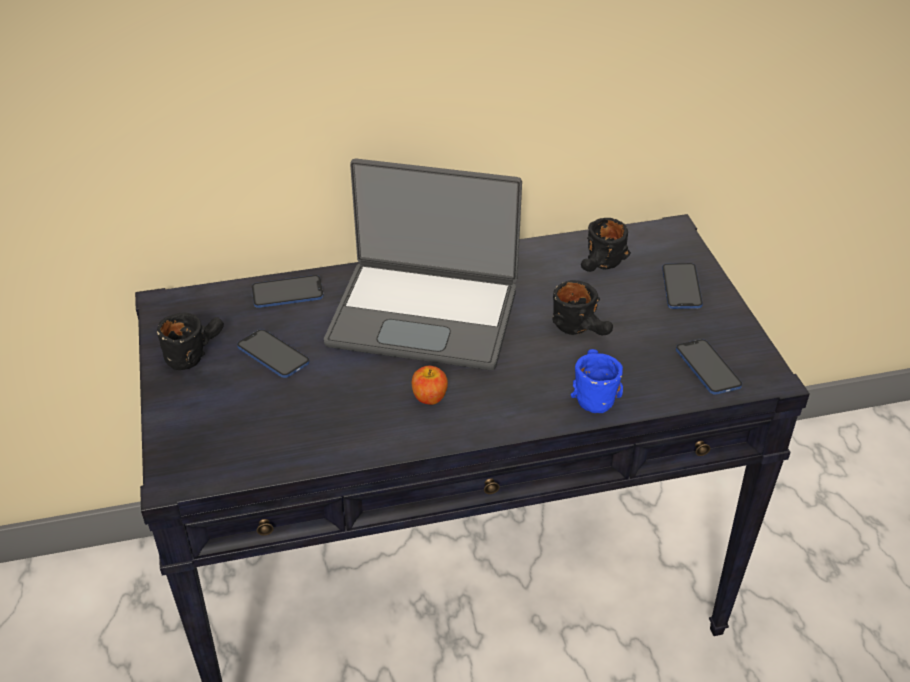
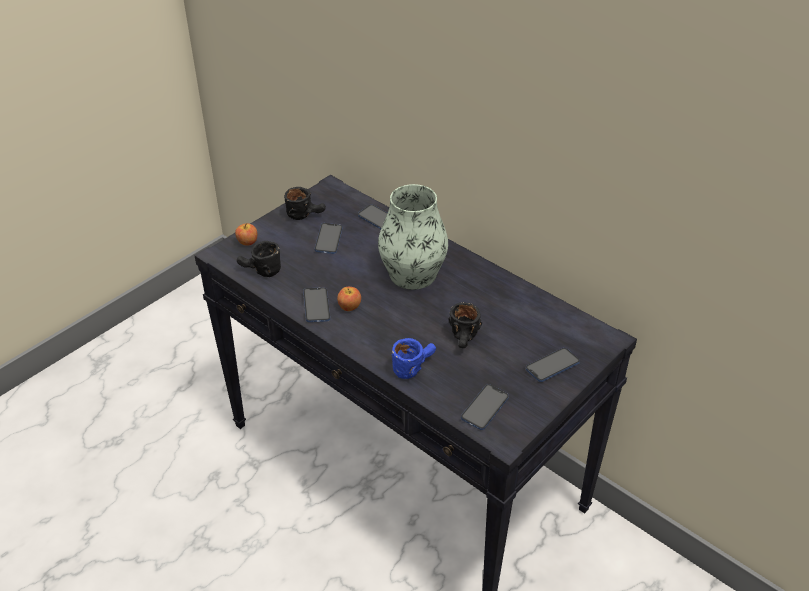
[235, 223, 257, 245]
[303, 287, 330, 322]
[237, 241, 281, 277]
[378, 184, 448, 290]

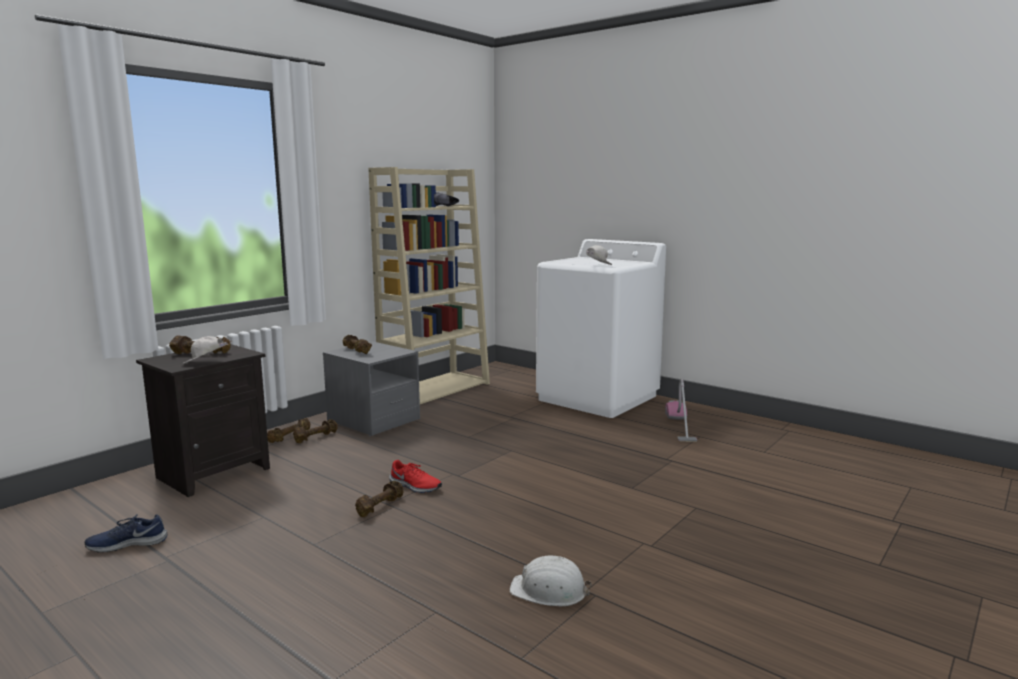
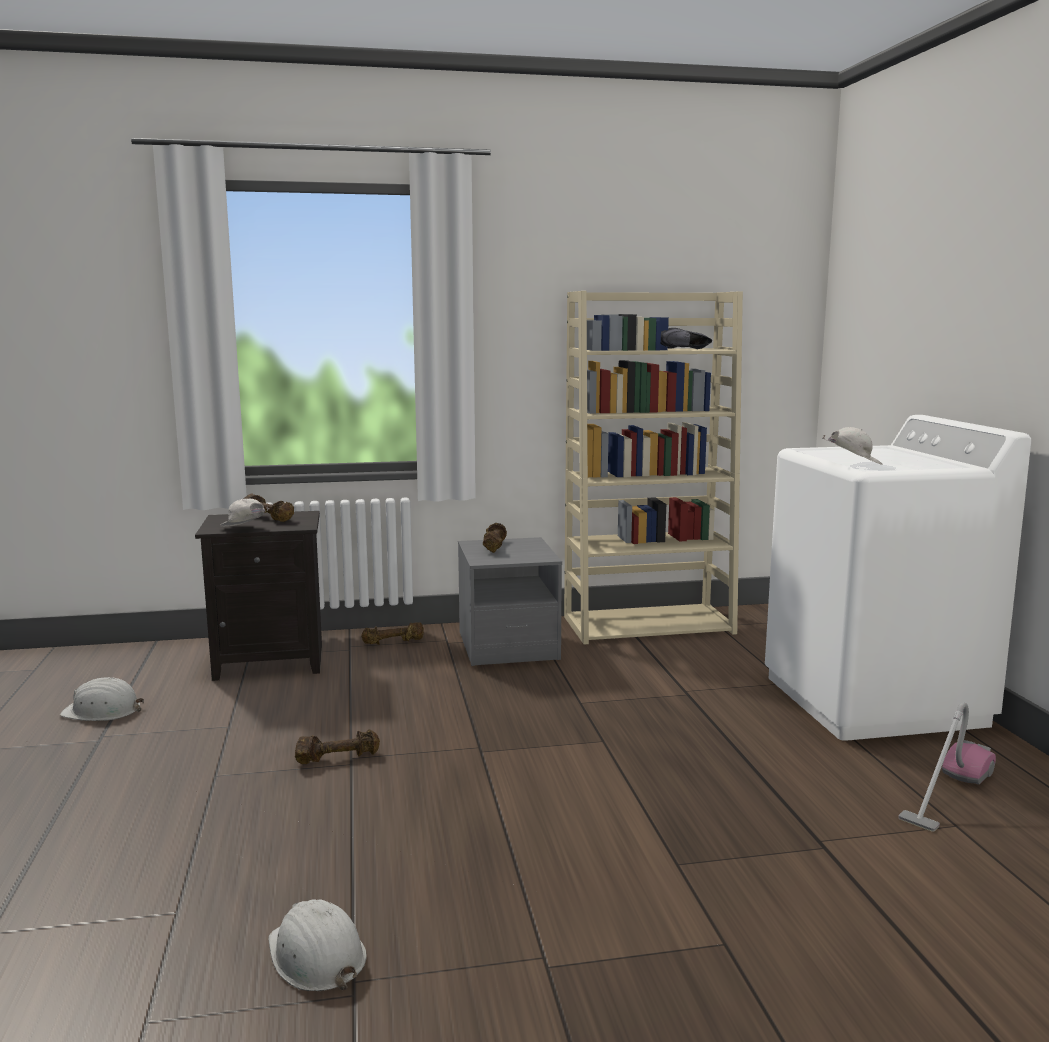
[293, 419, 337, 443] (first image)
[389, 460, 442, 493] (first image)
[60, 677, 144, 721]

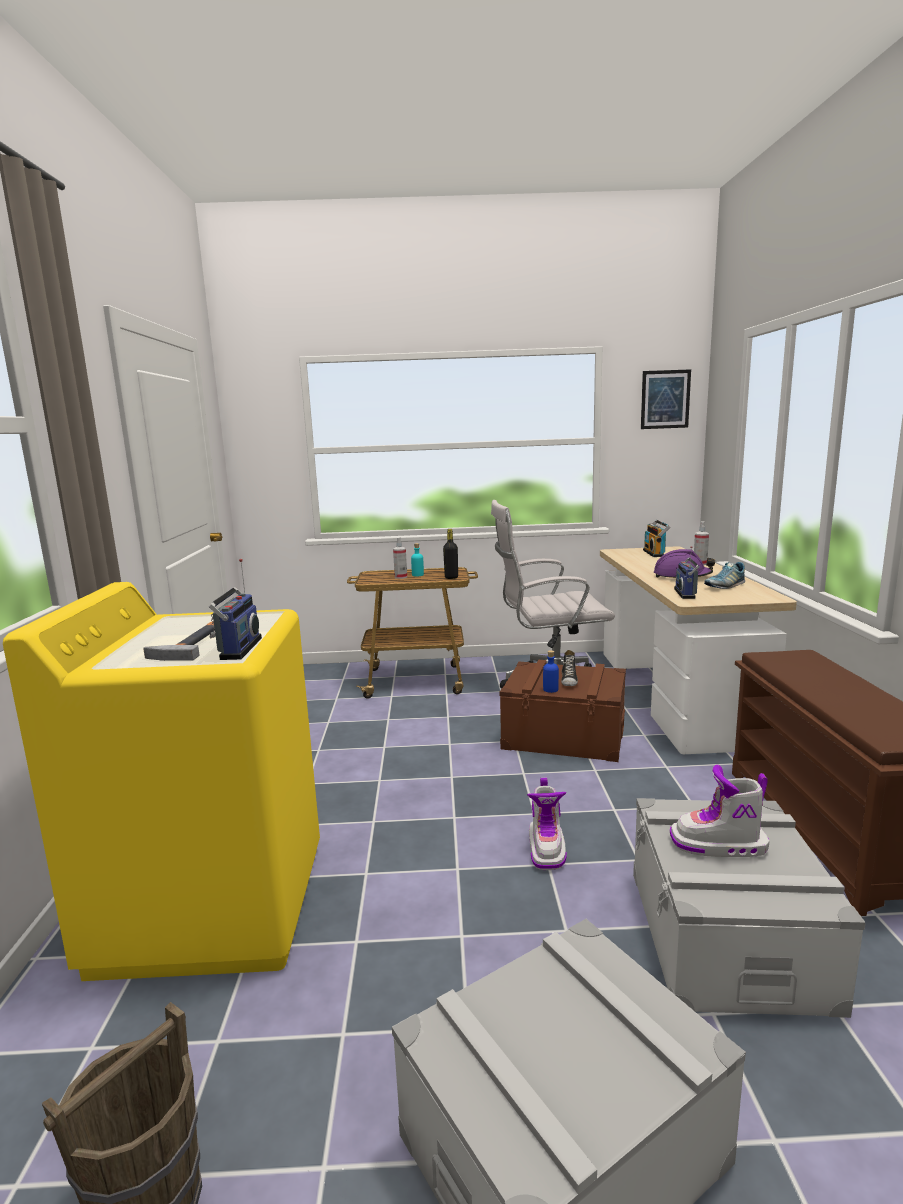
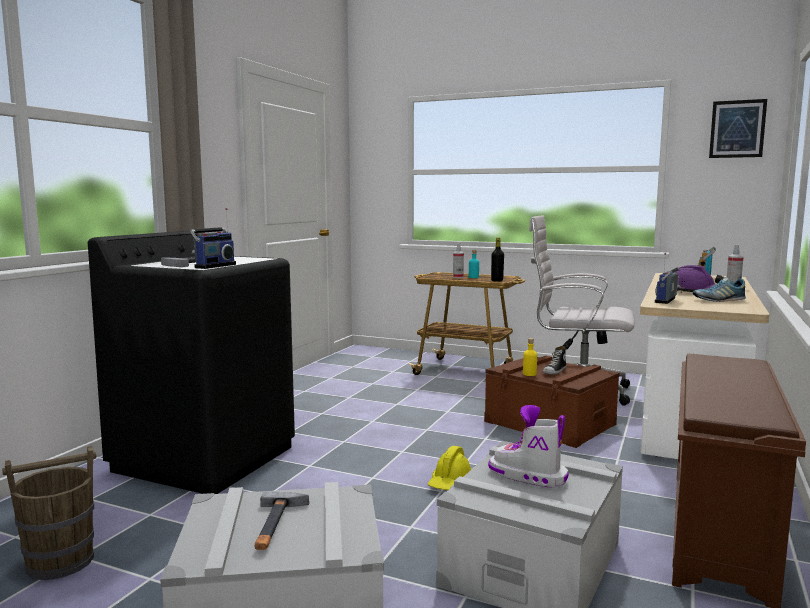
[255, 492, 309, 550]
[428, 446, 472, 490]
[88, 231, 295, 494]
[523, 338, 537, 376]

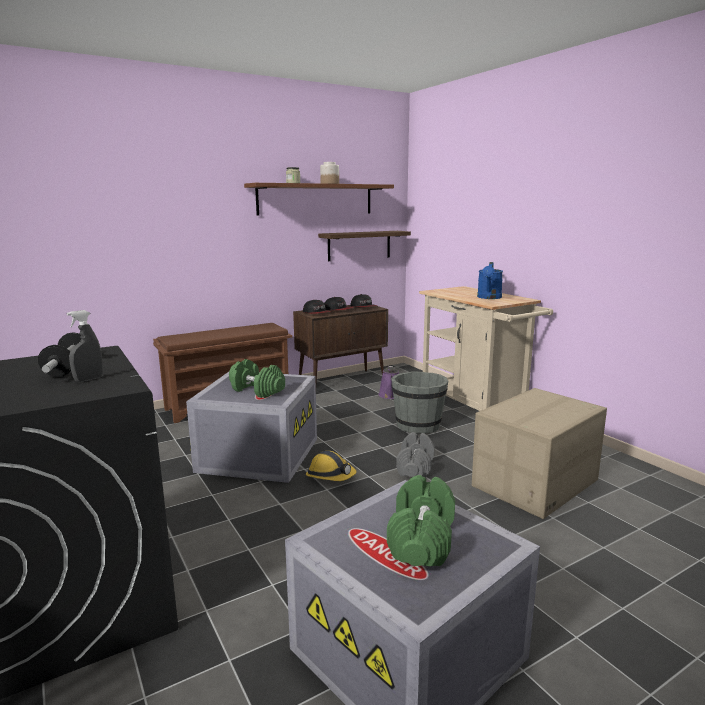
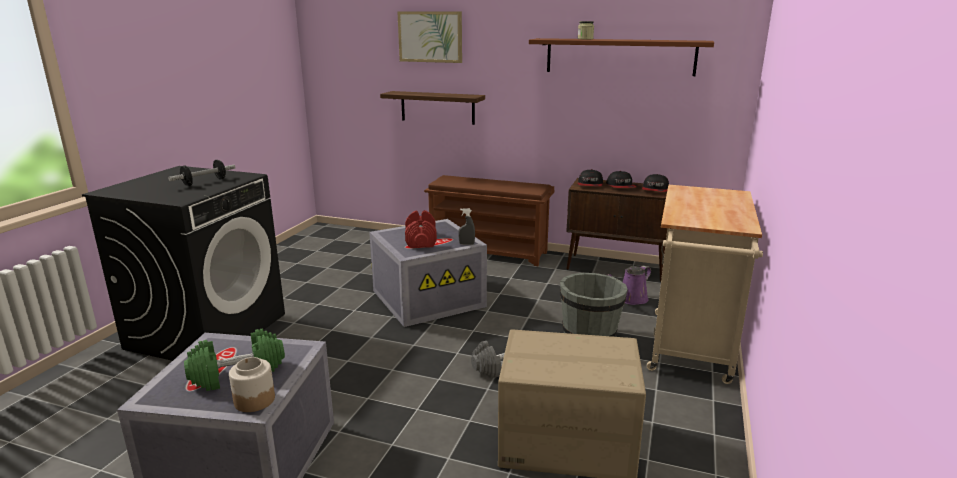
[306, 451, 357, 481] (first image)
[477, 262, 503, 299] (first image)
[397, 11, 462, 63]
[458, 208, 475, 245]
[380, 91, 485, 125]
[229, 357, 275, 412]
[405, 210, 437, 248]

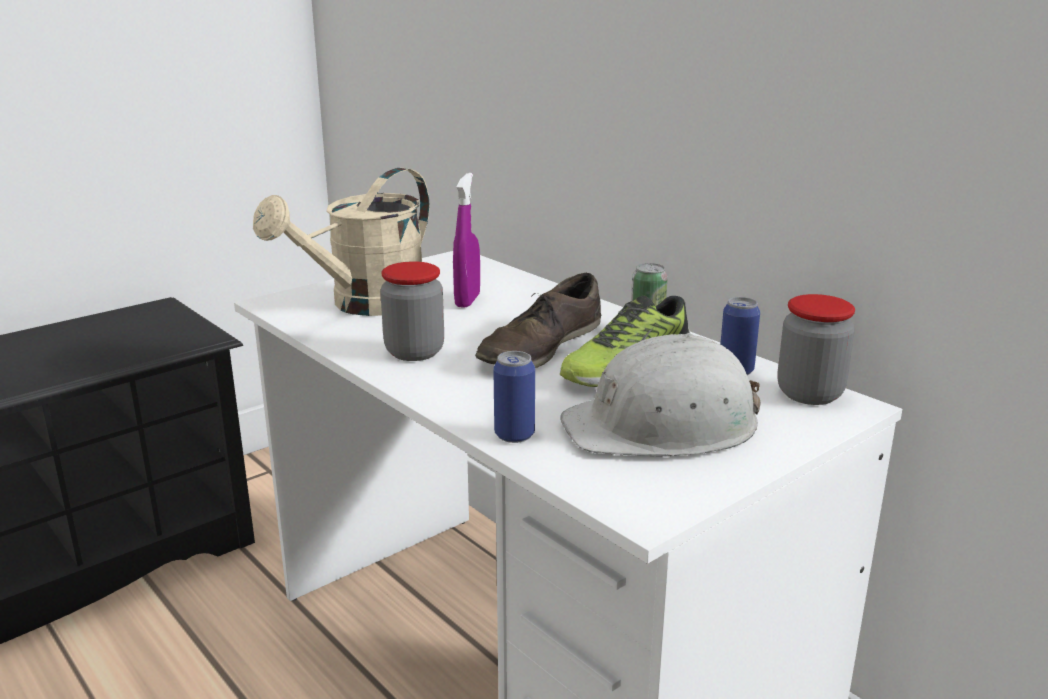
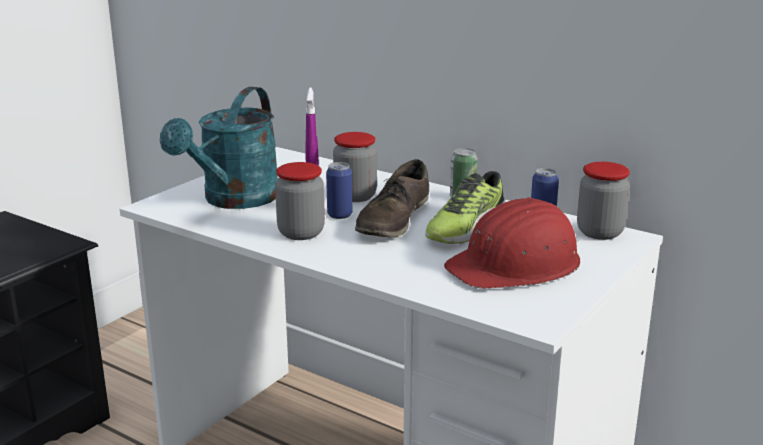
[333, 132, 377, 202]
[326, 162, 352, 219]
[160, 87, 278, 209]
[444, 197, 580, 289]

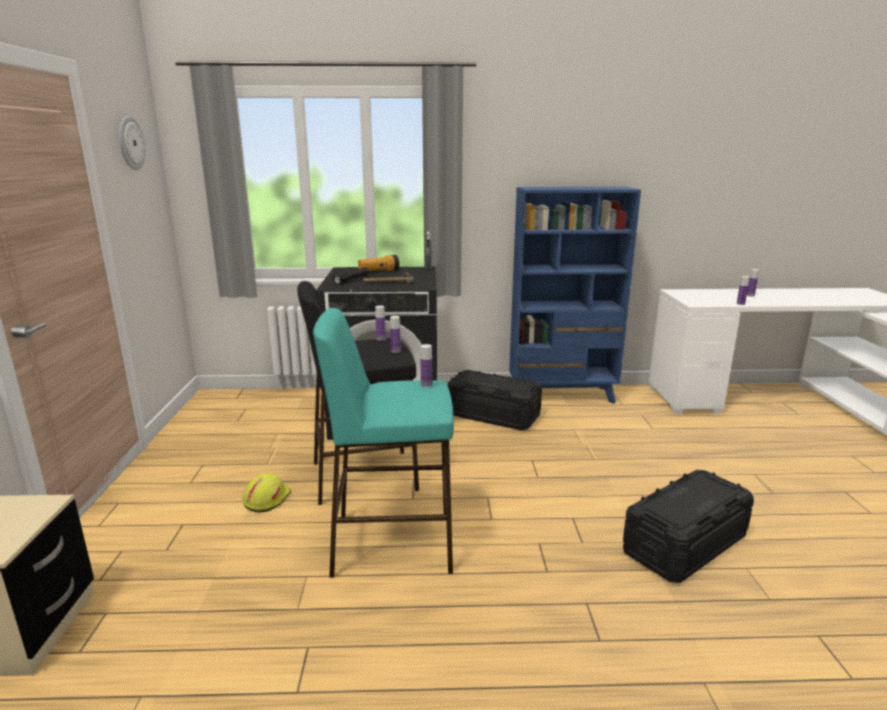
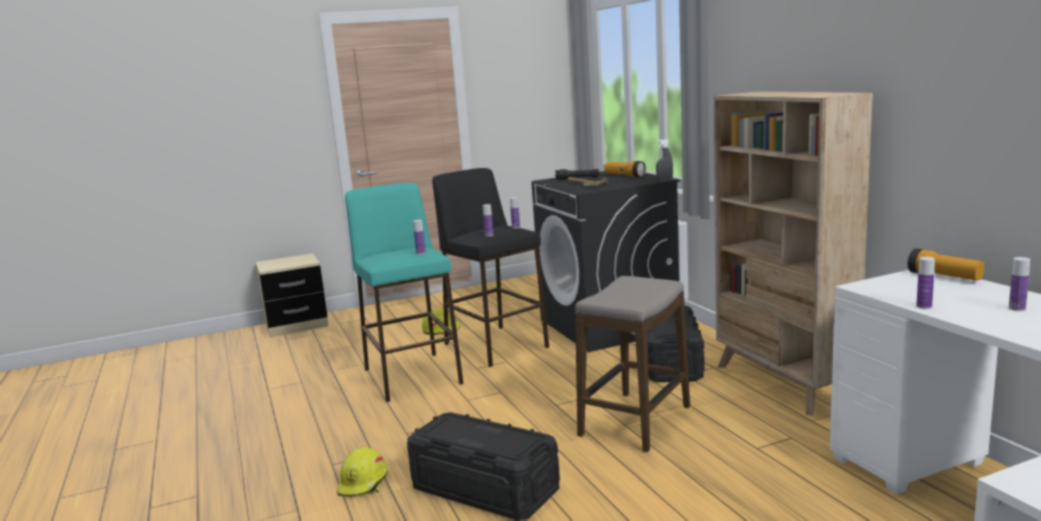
[119, 116, 145, 170] (first image)
[337, 447, 388, 497]
[575, 276, 690, 452]
[908, 248, 984, 281]
[714, 91, 873, 416]

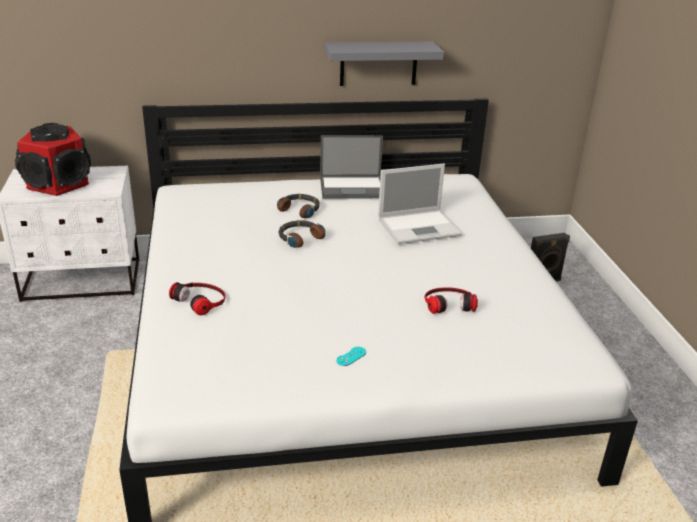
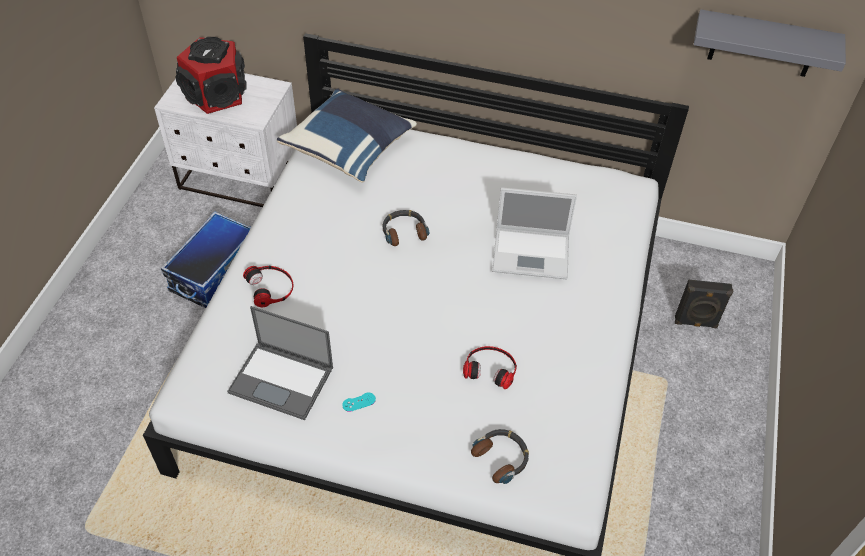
[161, 211, 251, 308]
[277, 88, 417, 182]
[471, 429, 529, 484]
[227, 306, 333, 420]
[694, 9, 846, 77]

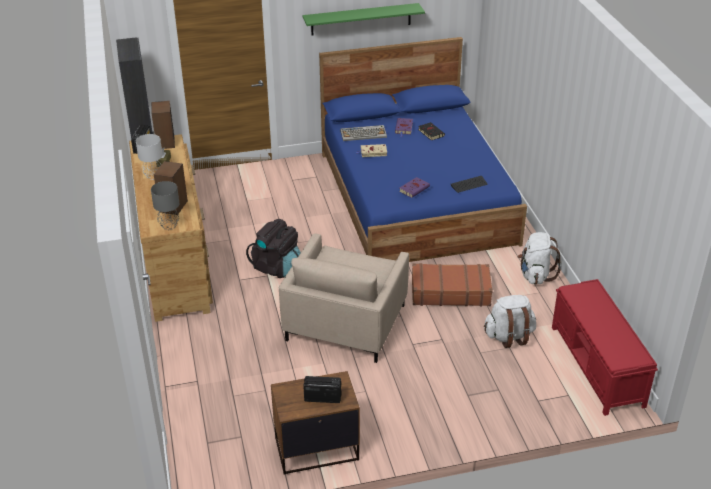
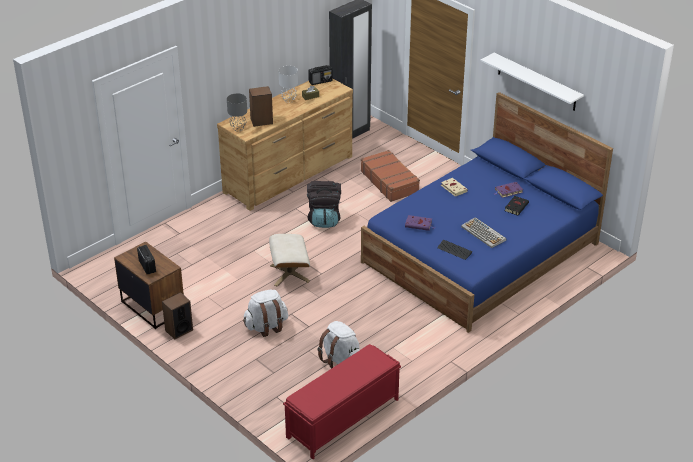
[162, 292, 193, 340]
[461, 217, 506, 248]
[361, 150, 420, 202]
[243, 290, 288, 337]
[269, 234, 310, 286]
[481, 53, 584, 111]

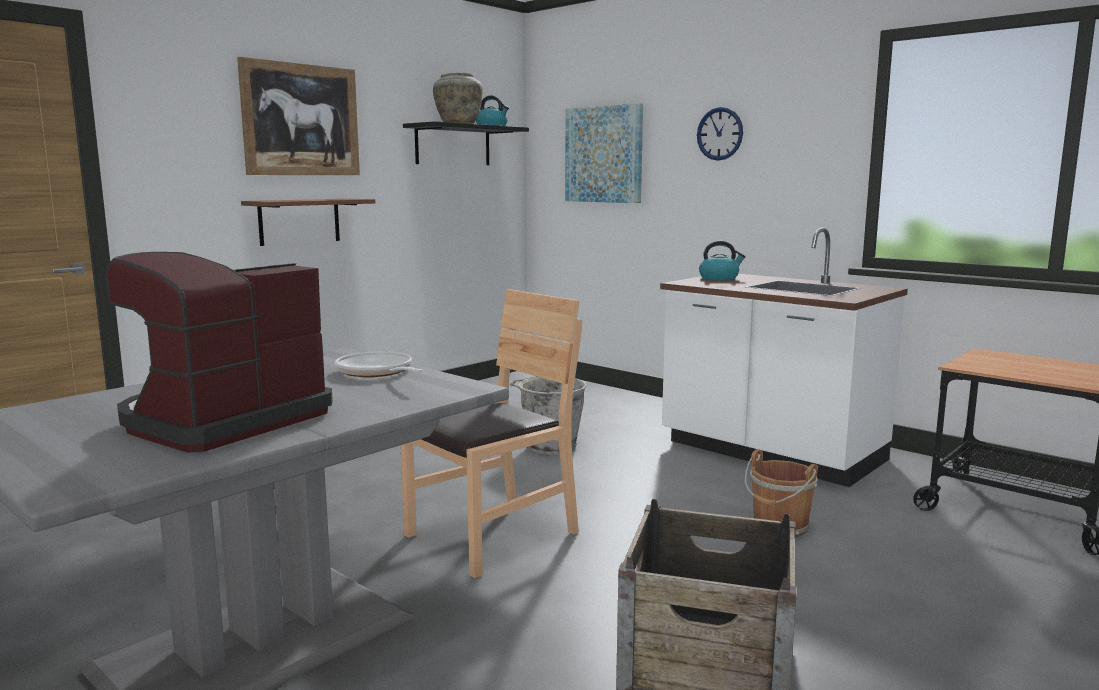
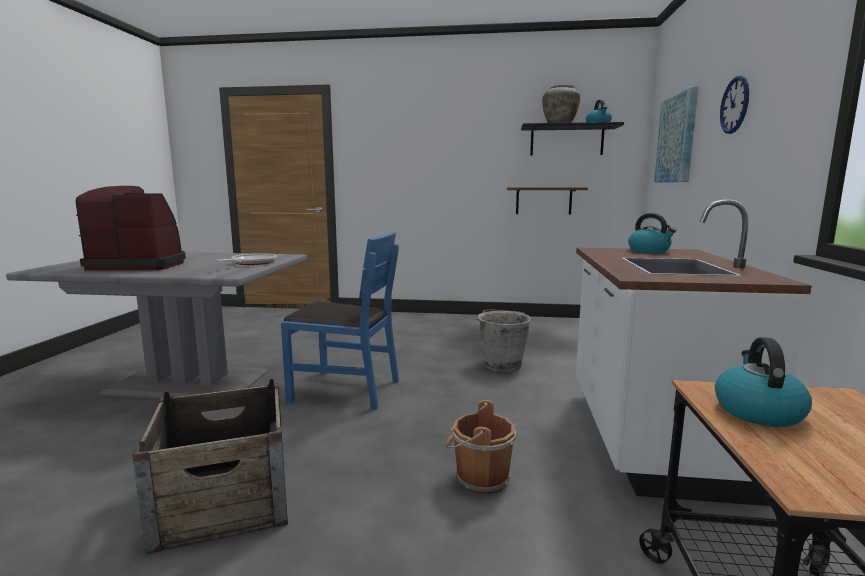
[237, 57, 360, 175] (first image)
[715, 337, 812, 427]
[507, 187, 588, 215]
[281, 232, 399, 410]

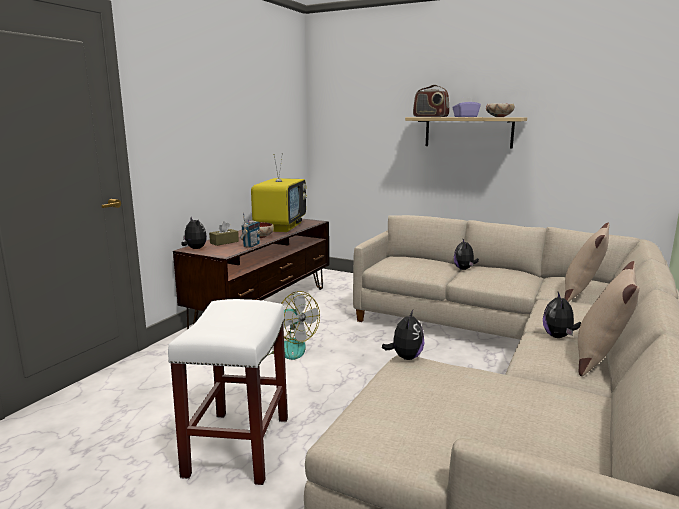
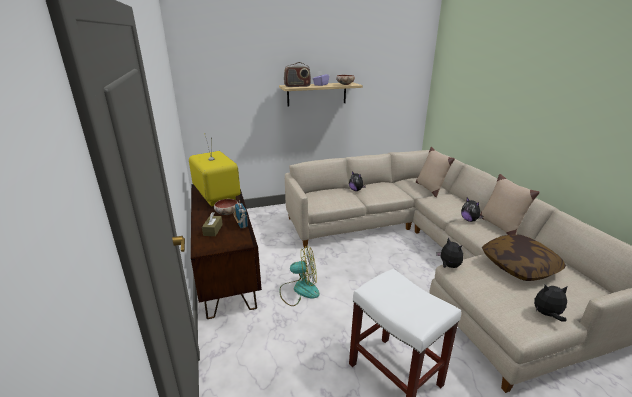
[482, 234, 566, 281]
[534, 285, 567, 322]

